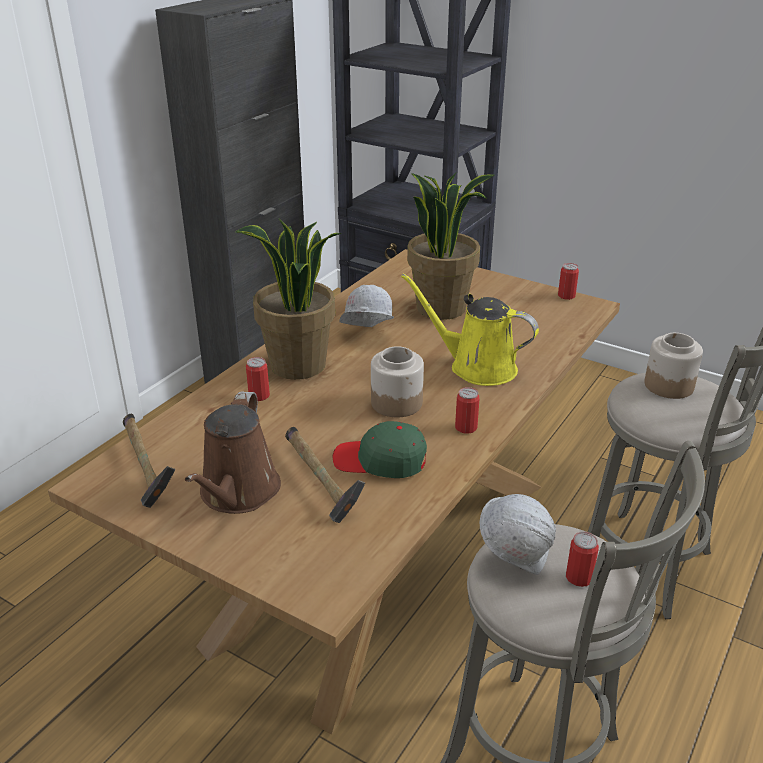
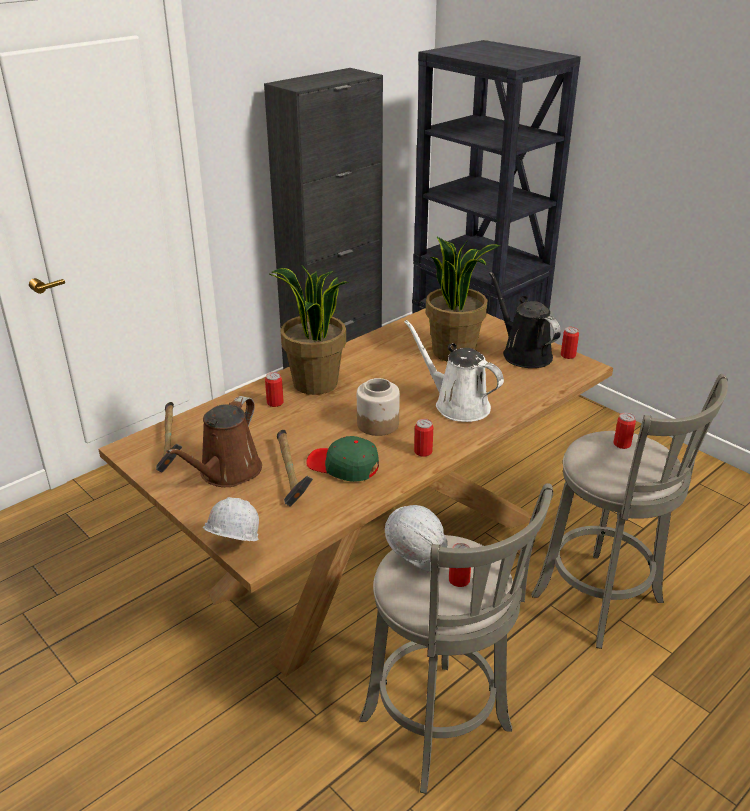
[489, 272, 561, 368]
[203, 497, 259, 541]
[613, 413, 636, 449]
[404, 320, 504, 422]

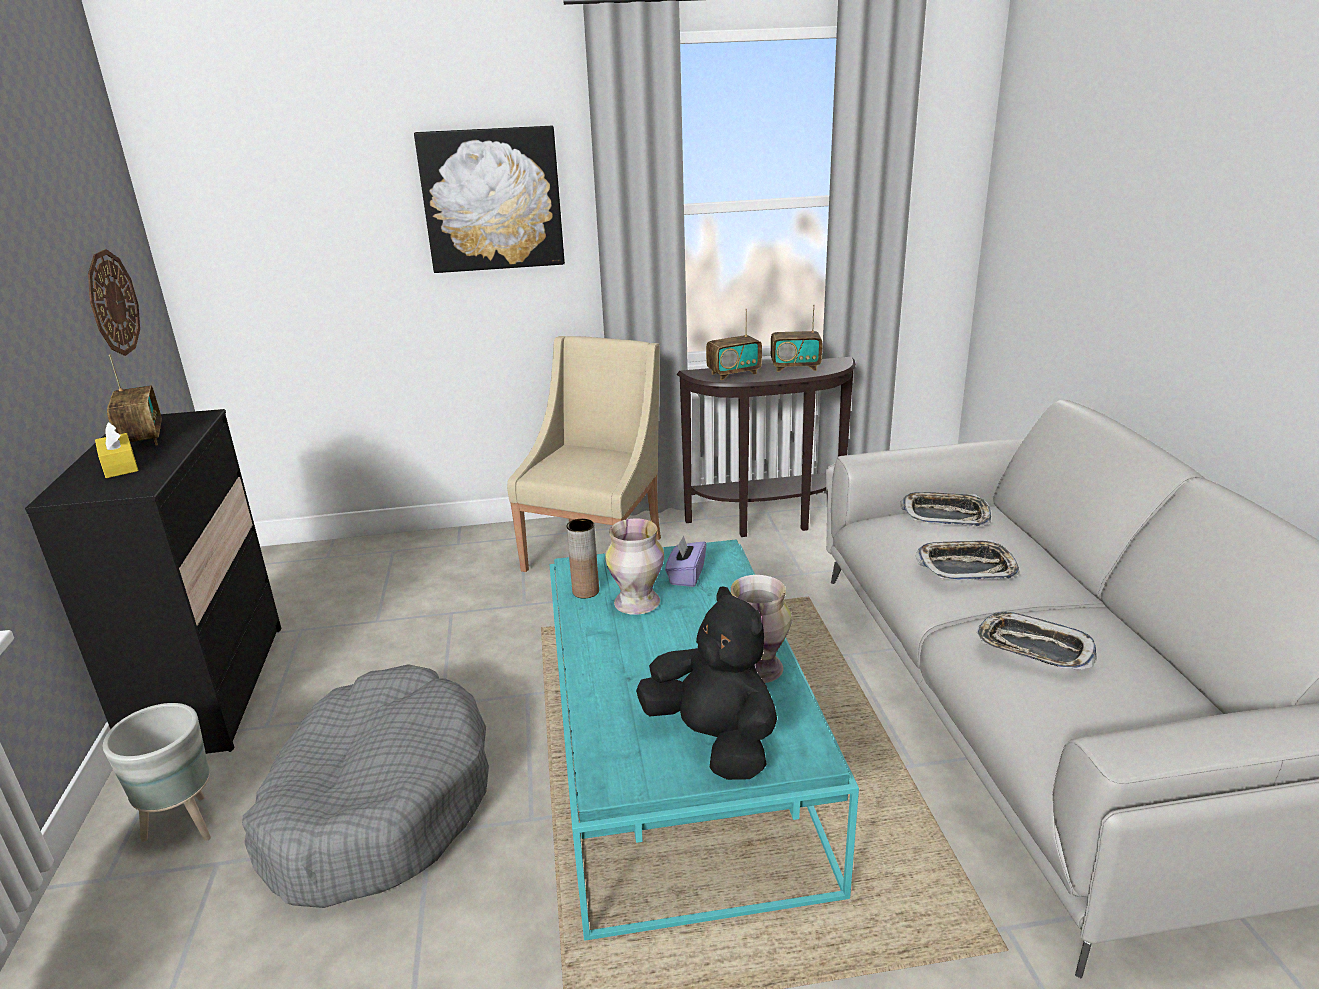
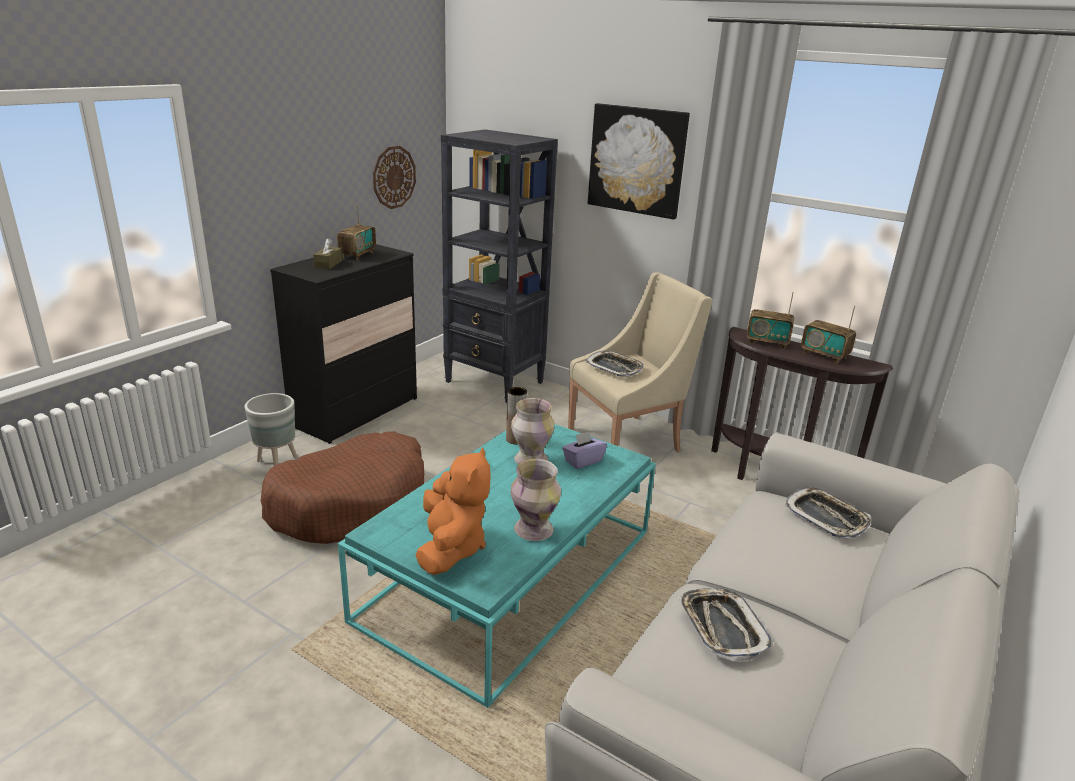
[441, 129, 558, 403]
[586, 350, 644, 377]
[313, 238, 342, 269]
[261, 432, 424, 544]
[416, 447, 491, 575]

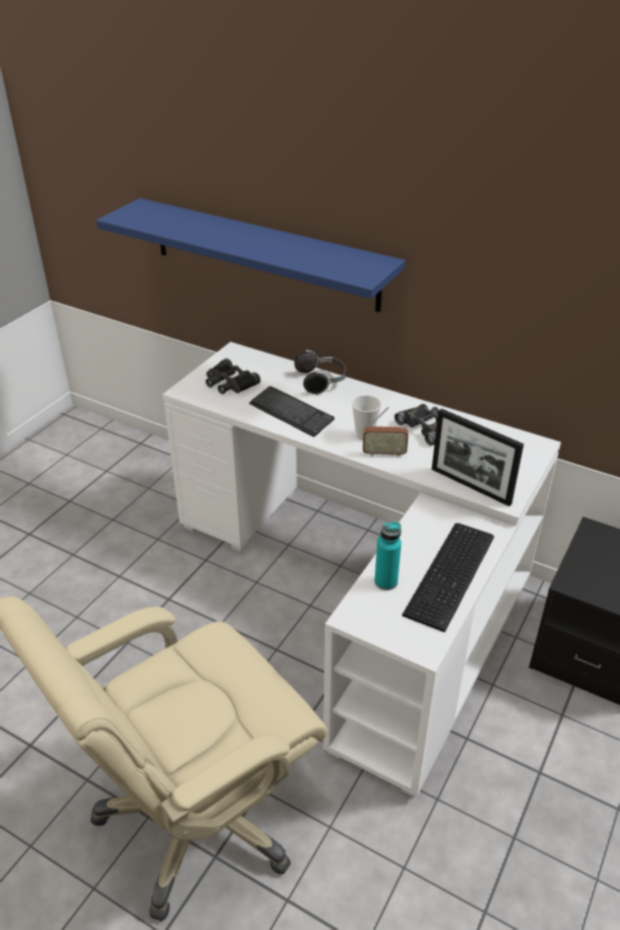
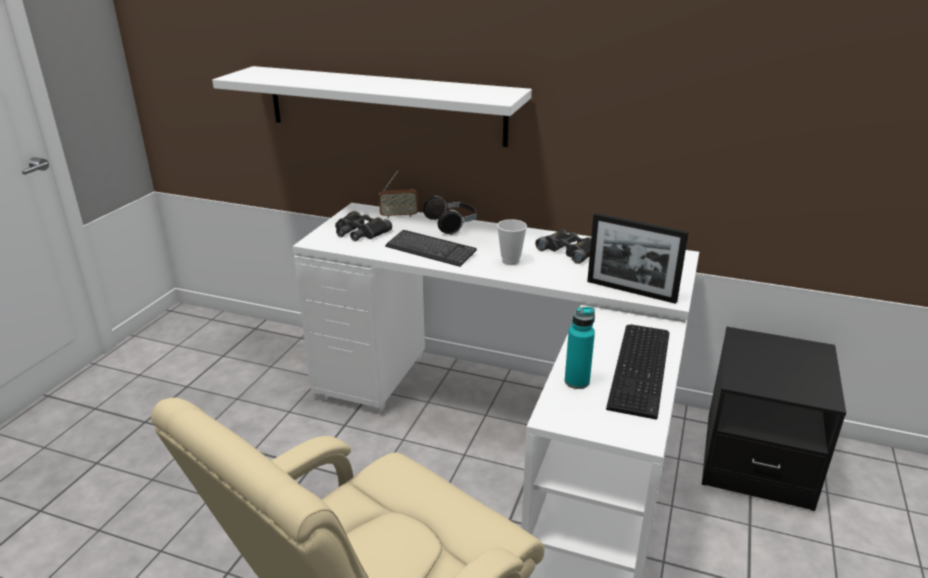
[379, 171, 418, 218]
[212, 66, 532, 147]

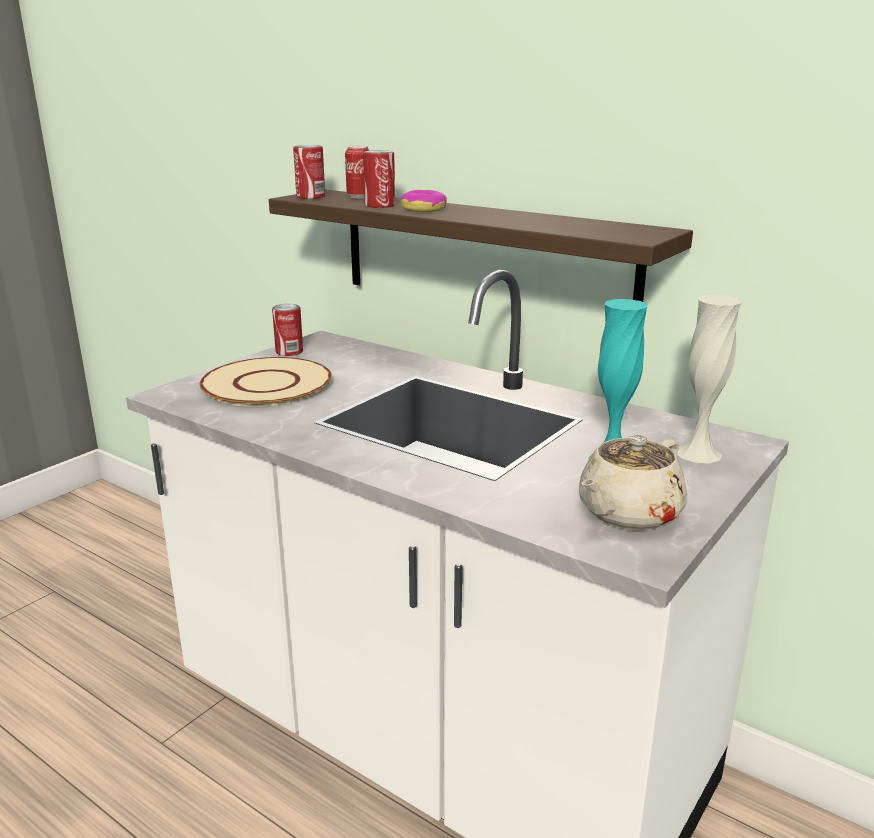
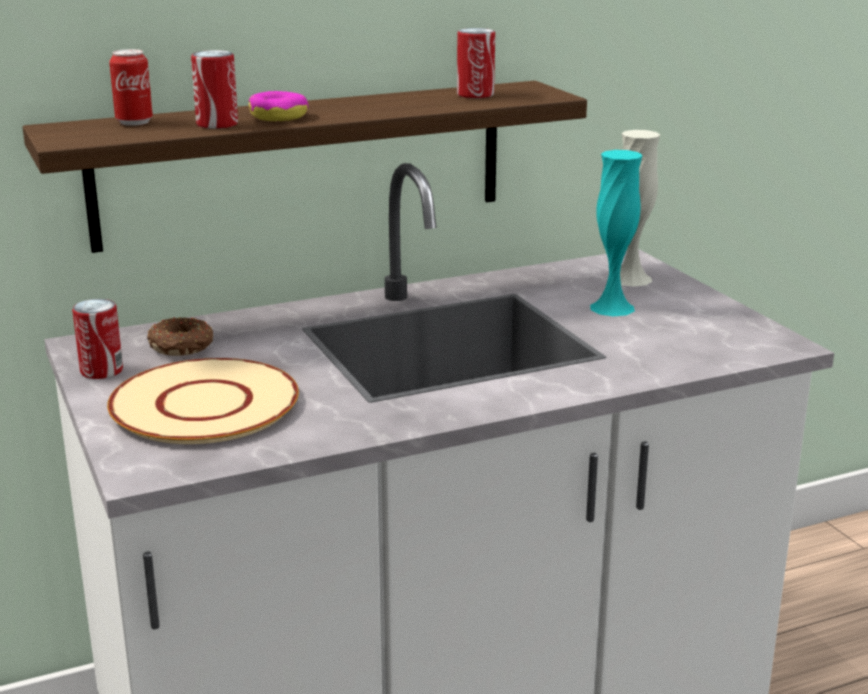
[579, 435, 687, 531] (first image)
[147, 317, 213, 356]
[457, 28, 495, 98]

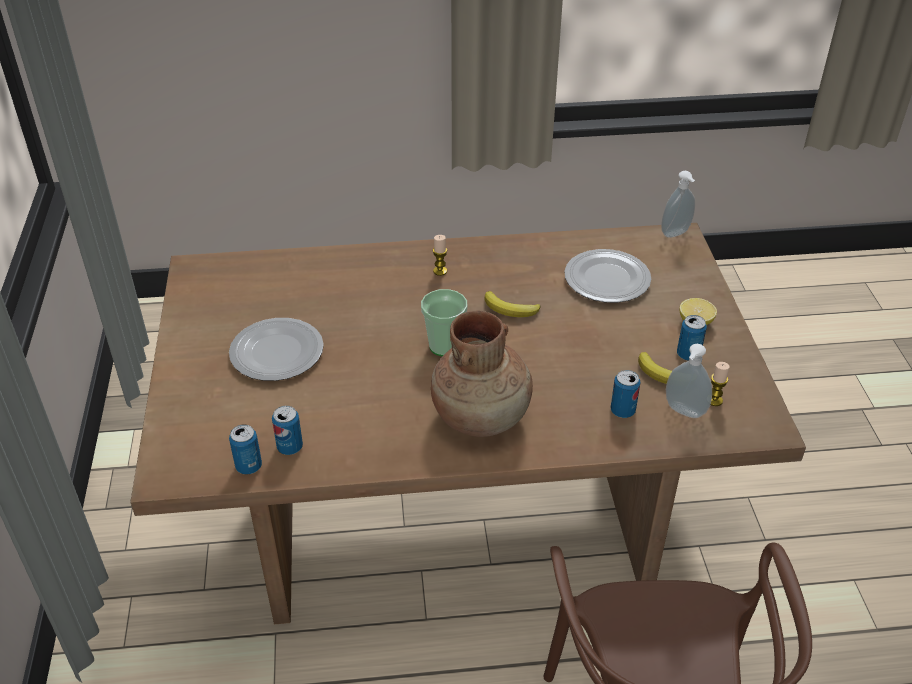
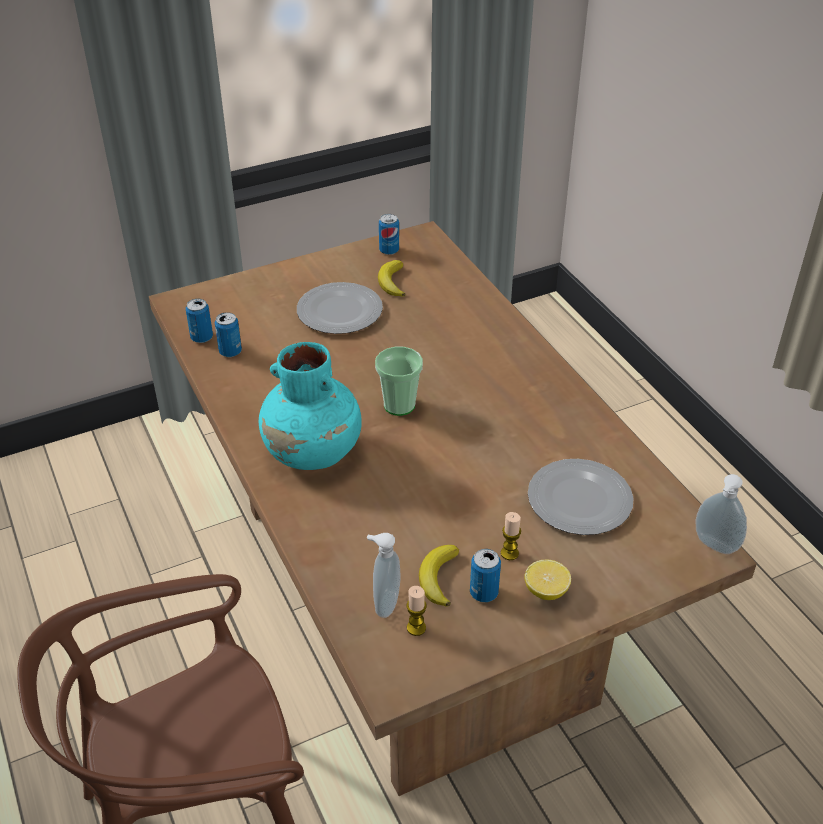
[501, 512, 521, 560]
[378, 260, 405, 296]
[379, 214, 399, 255]
[259, 342, 361, 470]

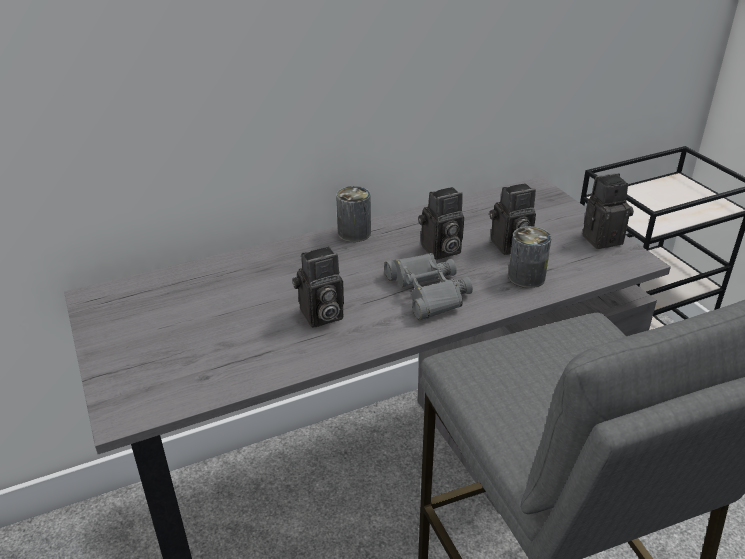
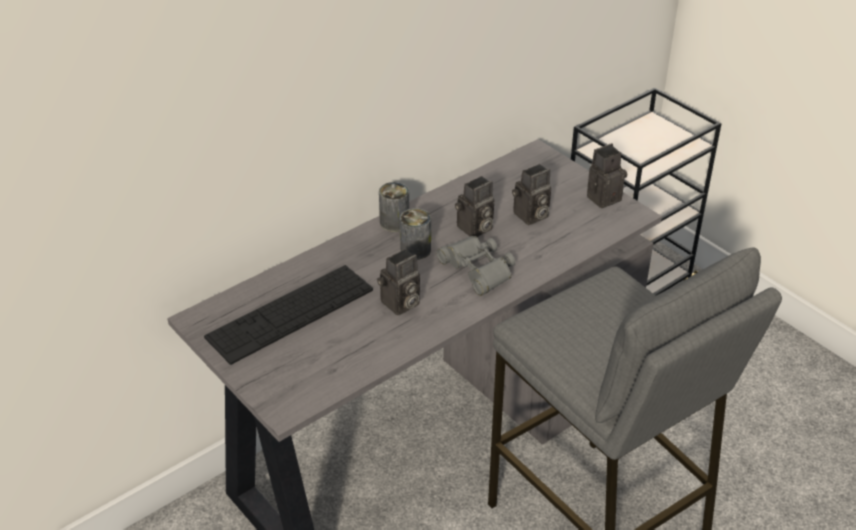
[204, 265, 373, 365]
[400, 208, 431, 260]

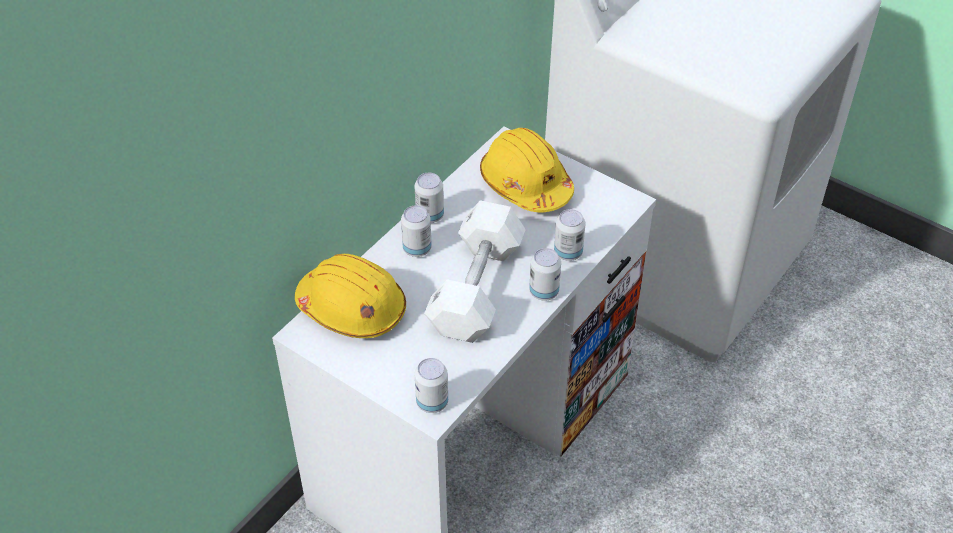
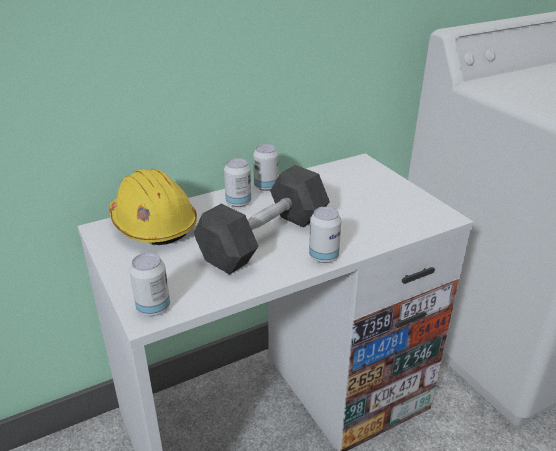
[480, 128, 574, 213] (first image)
[554, 209, 586, 261] (first image)
[194, 165, 330, 275]

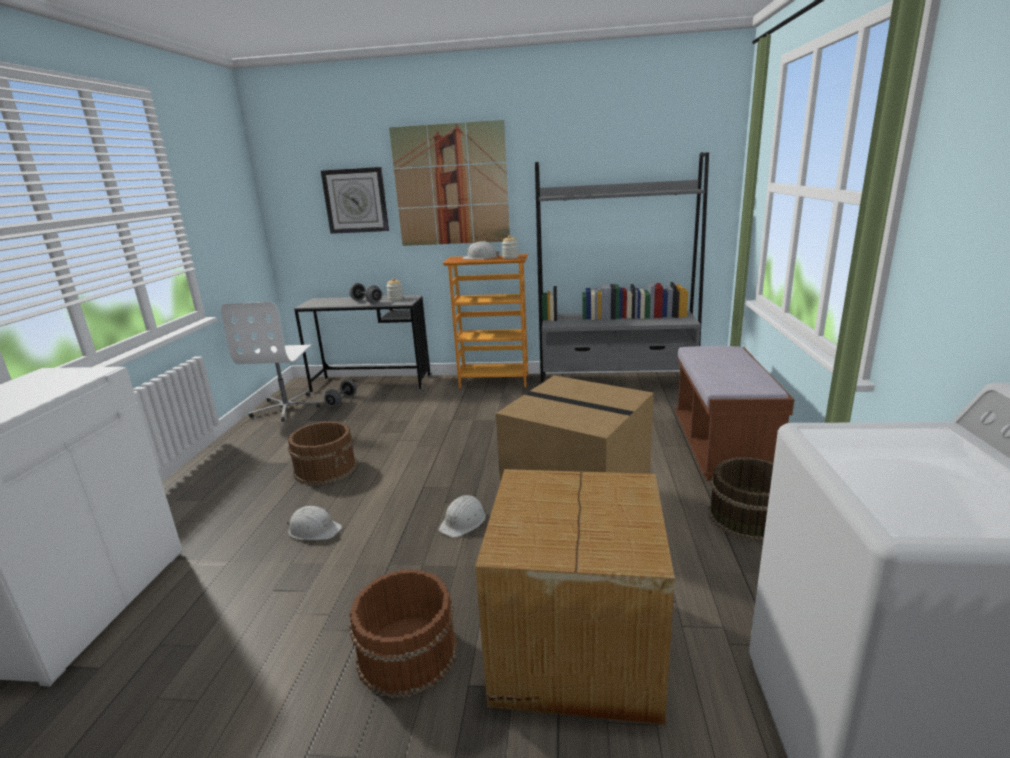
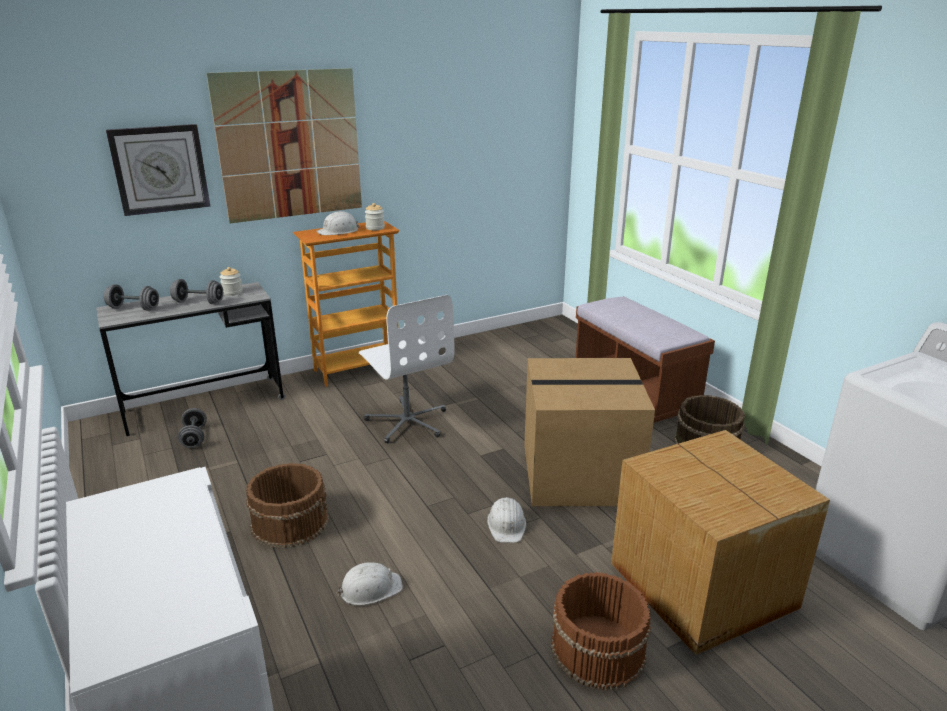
[535, 152, 709, 383] (first image)
[104, 284, 159, 311]
[359, 295, 455, 443]

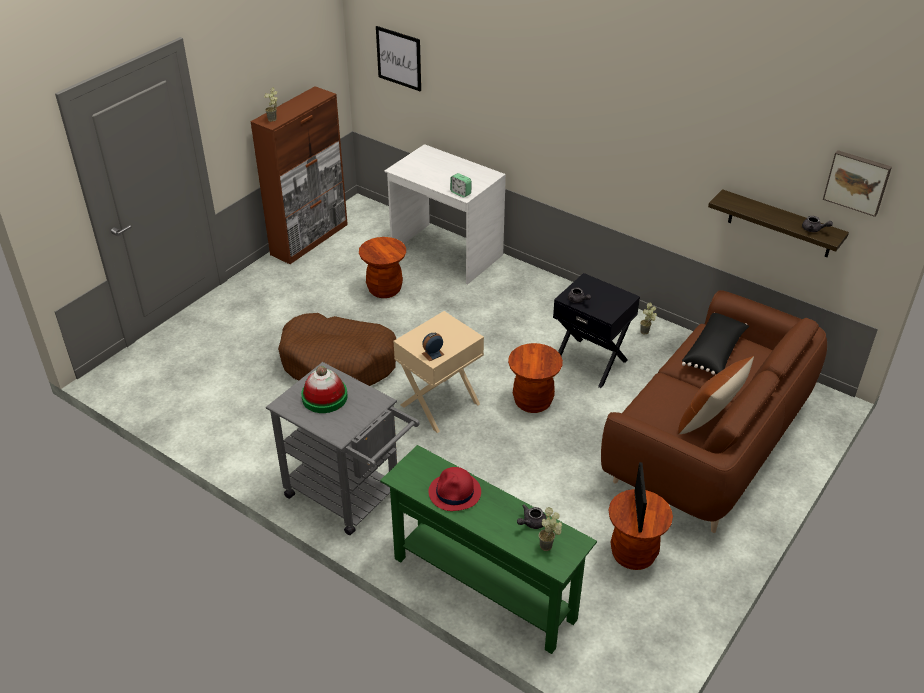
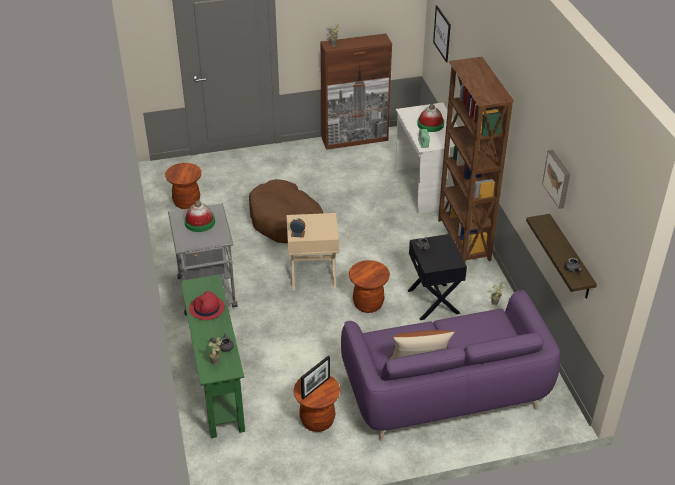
[682, 313, 749, 375] (first image)
[417, 104, 444, 132]
[438, 57, 514, 263]
[165, 163, 202, 209]
[542, 150, 570, 209]
[341, 290, 560, 441]

